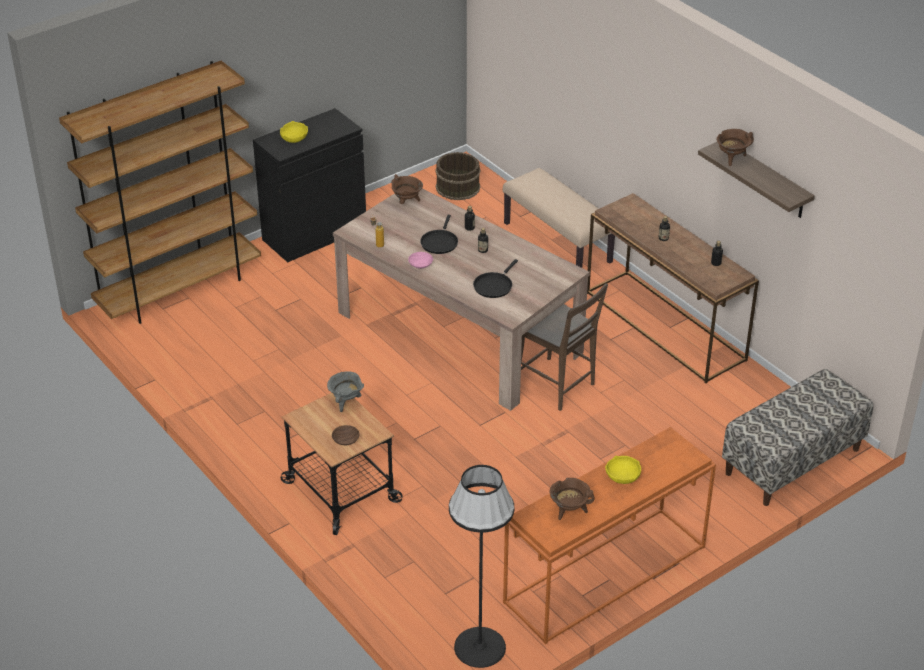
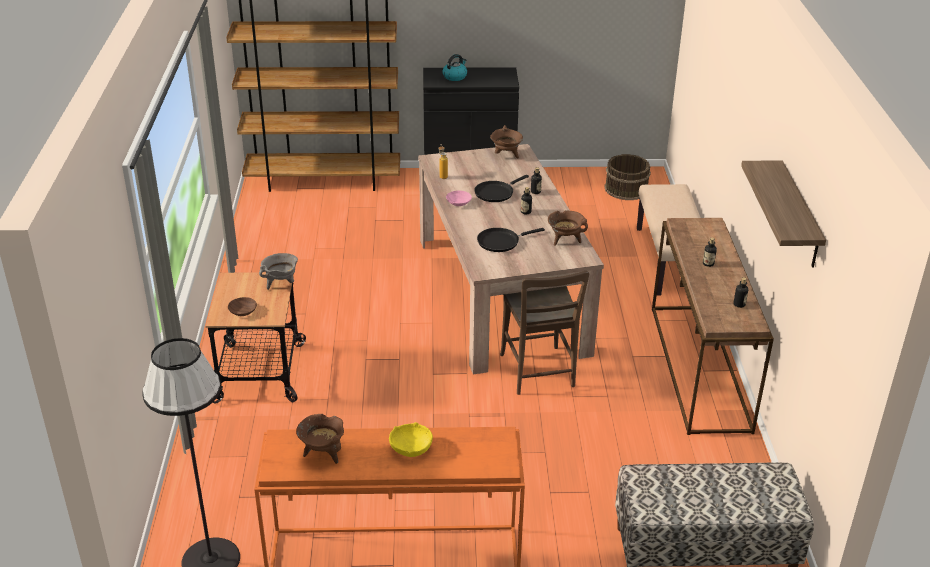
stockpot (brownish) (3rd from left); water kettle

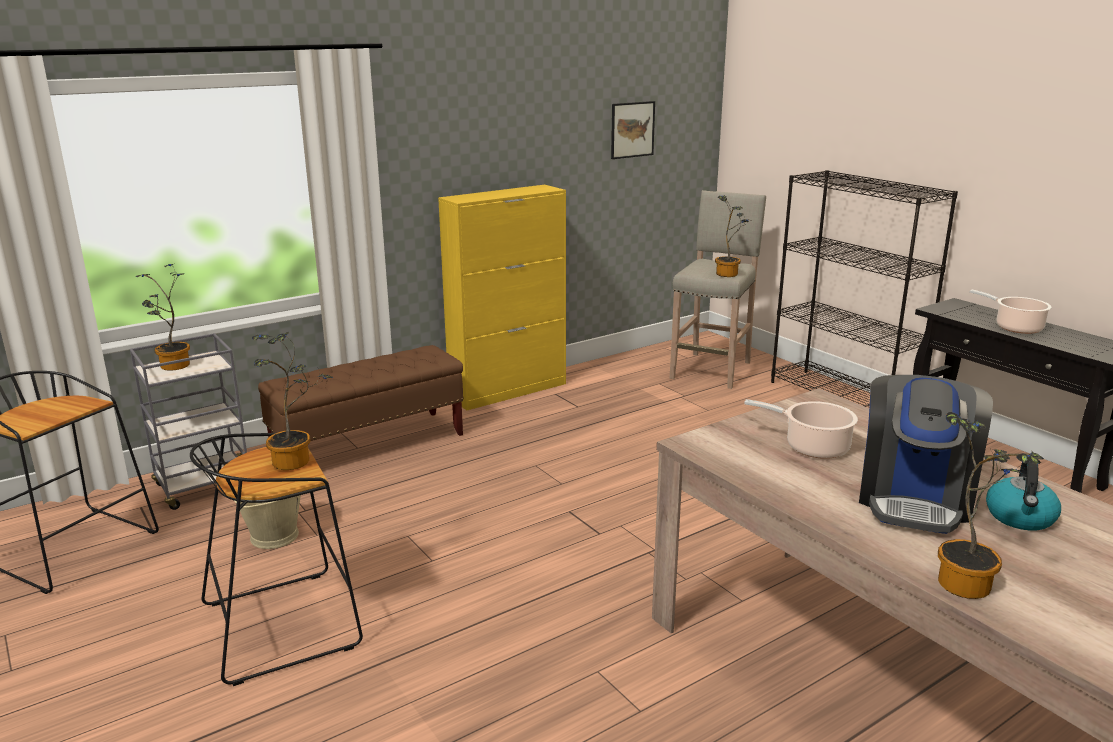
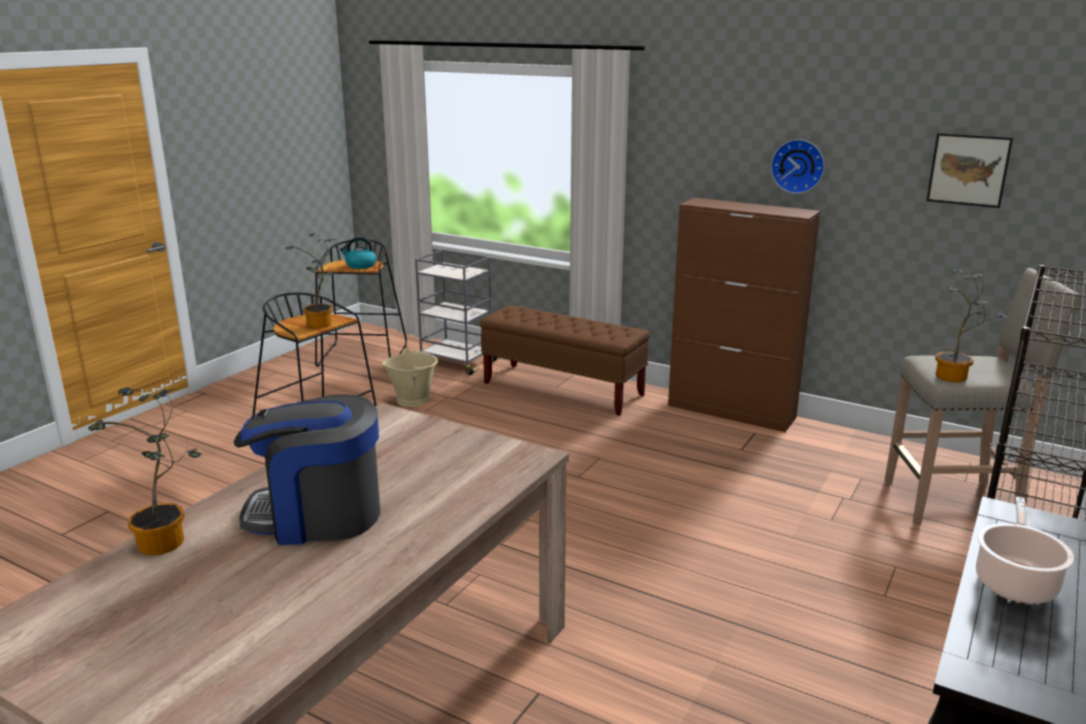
houseplant (1st from left in the first image); stockpot (1st from left in the first image); clock on the wall; water kettle; storage cabinet (brownish)

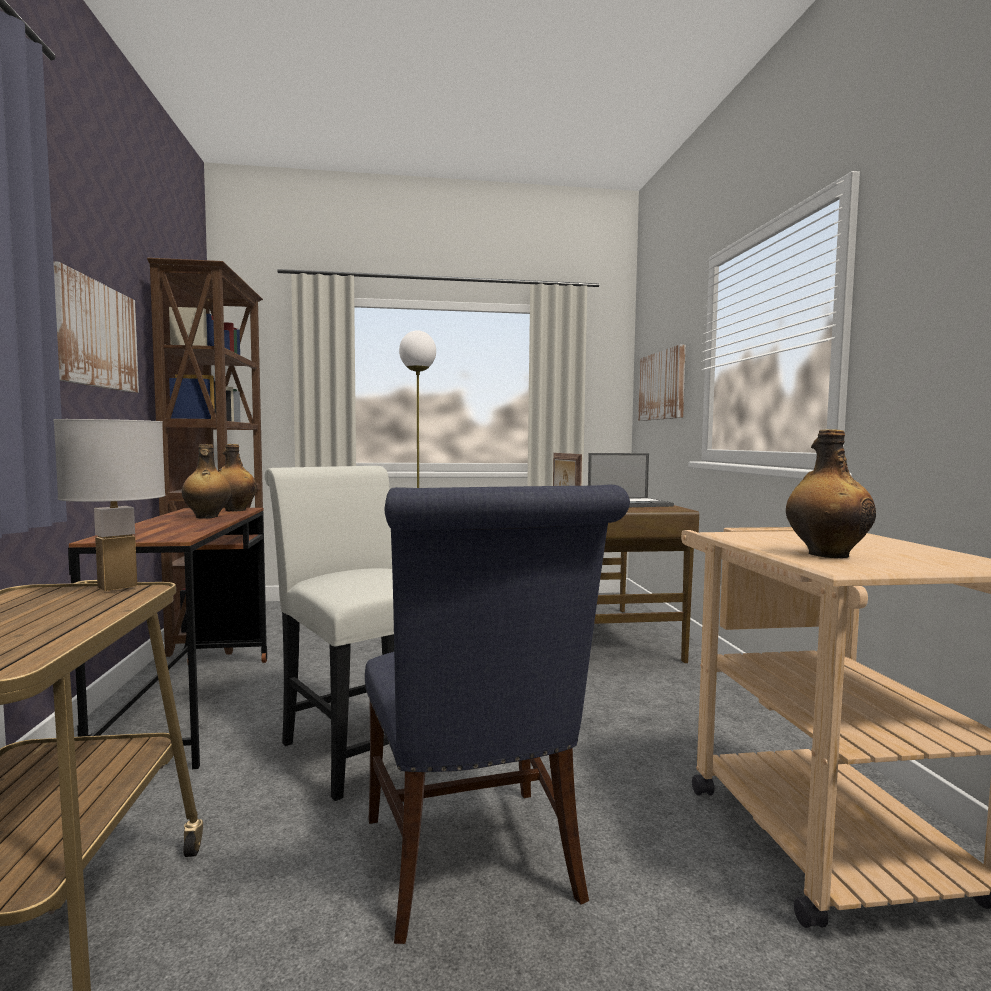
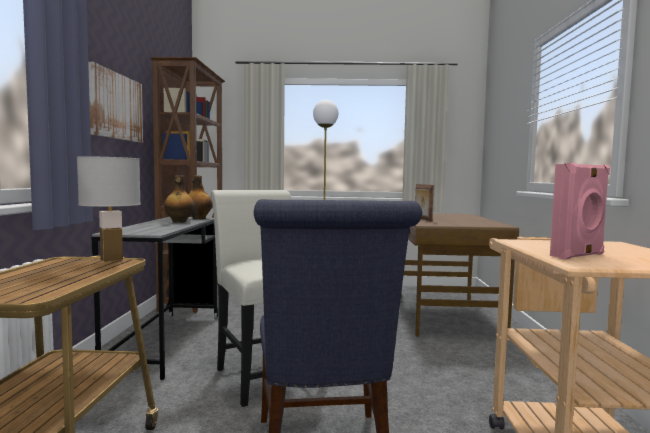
notebook computer; picture (2nd from left in the first image); speaker (pink-coloured); desk table (greyish)

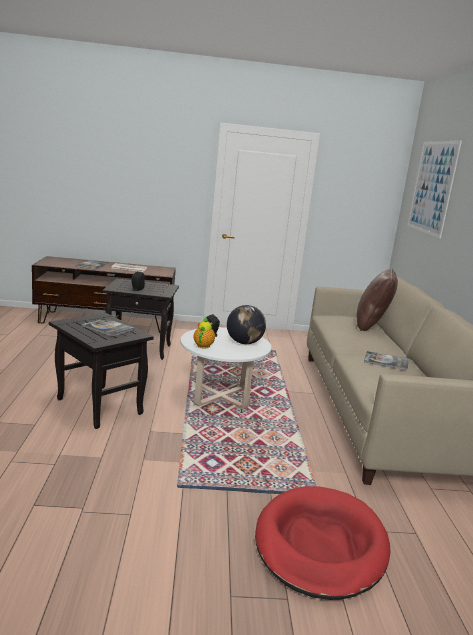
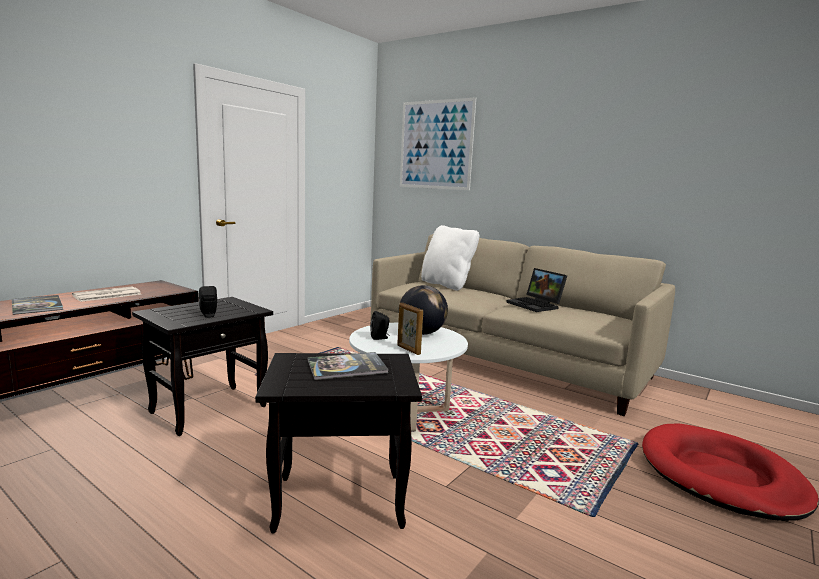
standing frame; notebook computer; cushion (white-coloured)

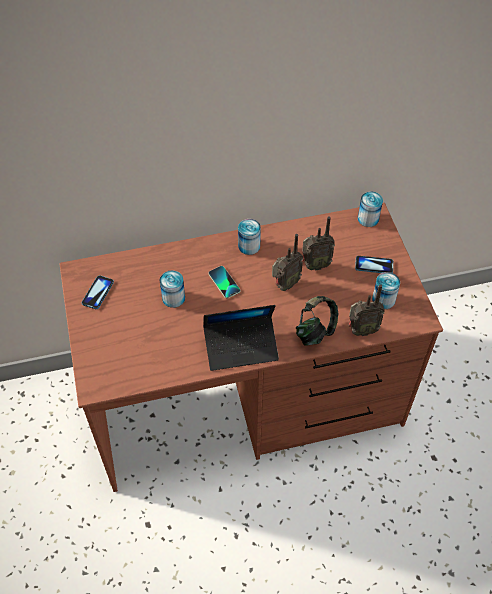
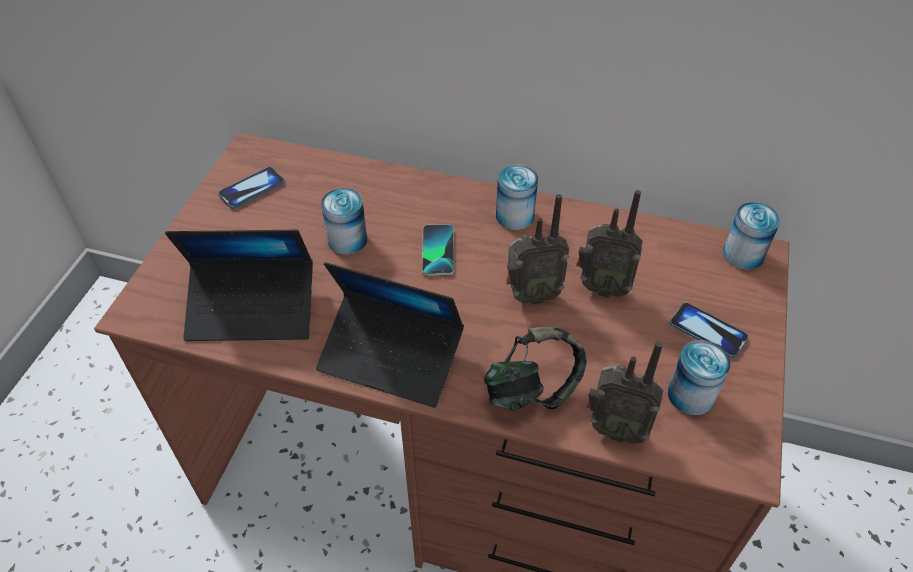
notebook computer (1st from left)

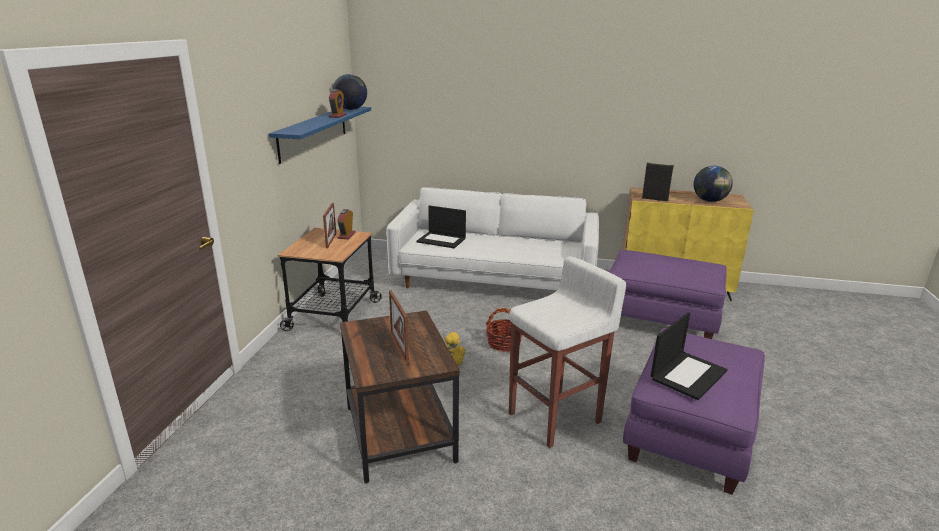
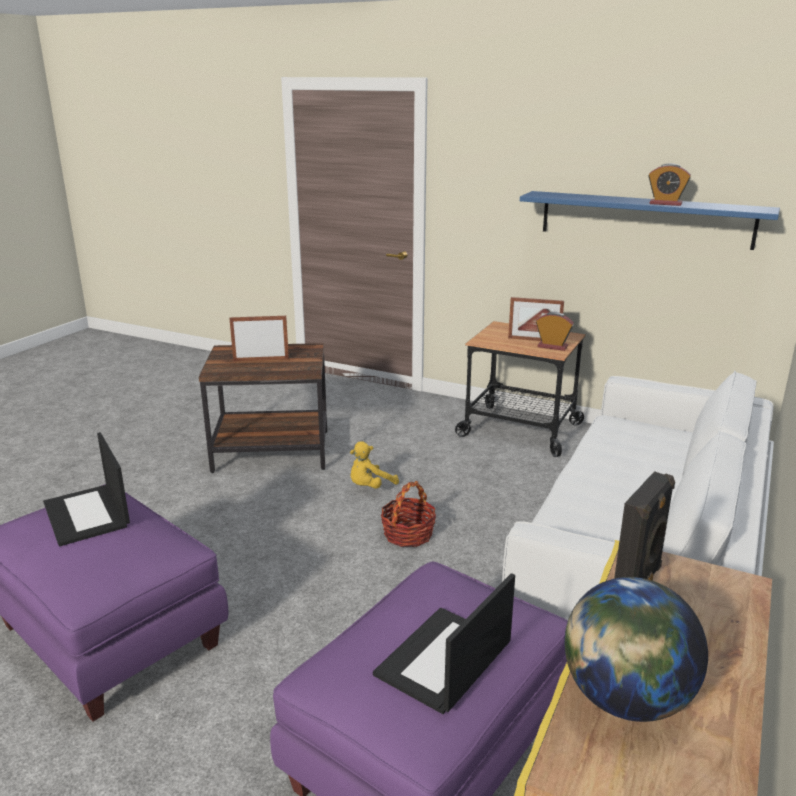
desk globe (1st from left in the first image); stool seat (white-coloured); notebook computer (2nd from left)

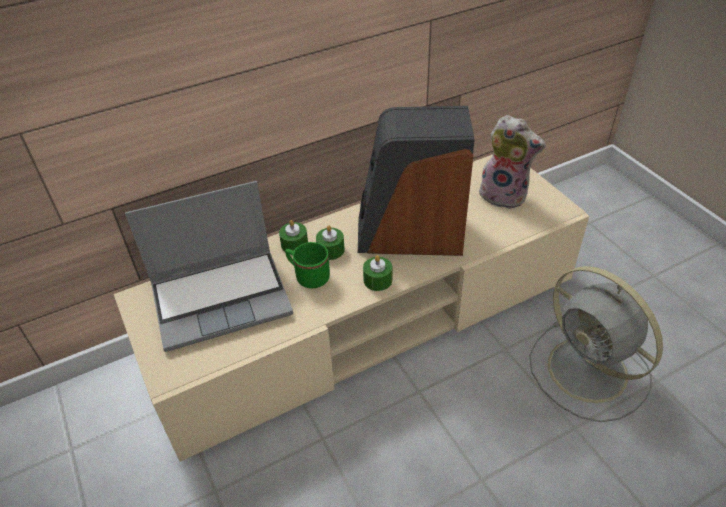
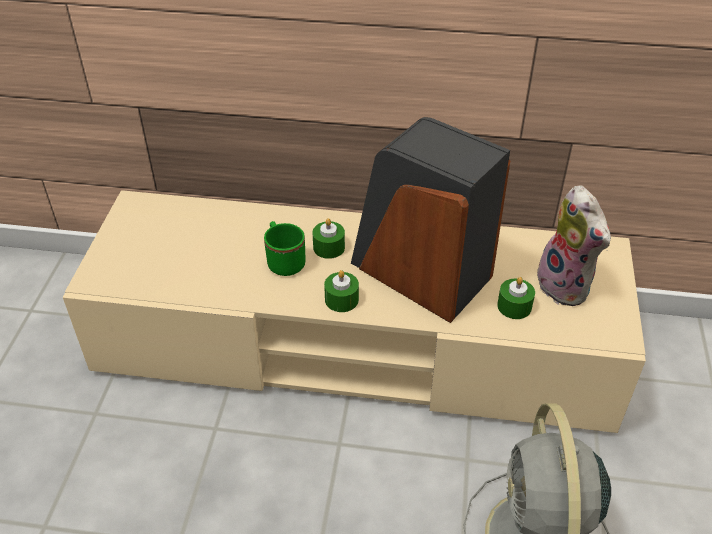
notebook computer; wax candle (green) (3rd from left)

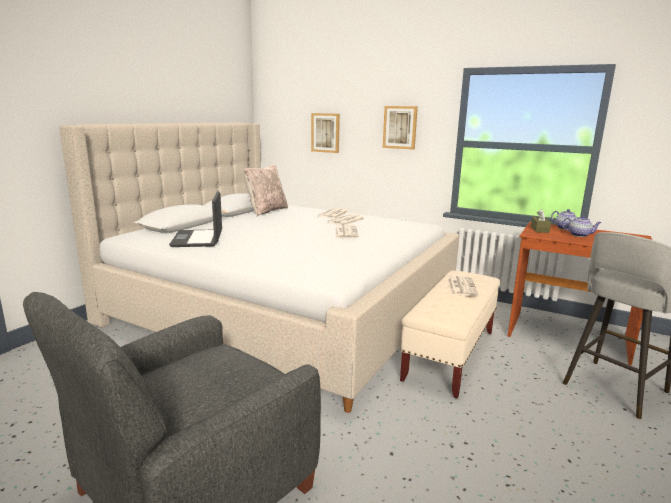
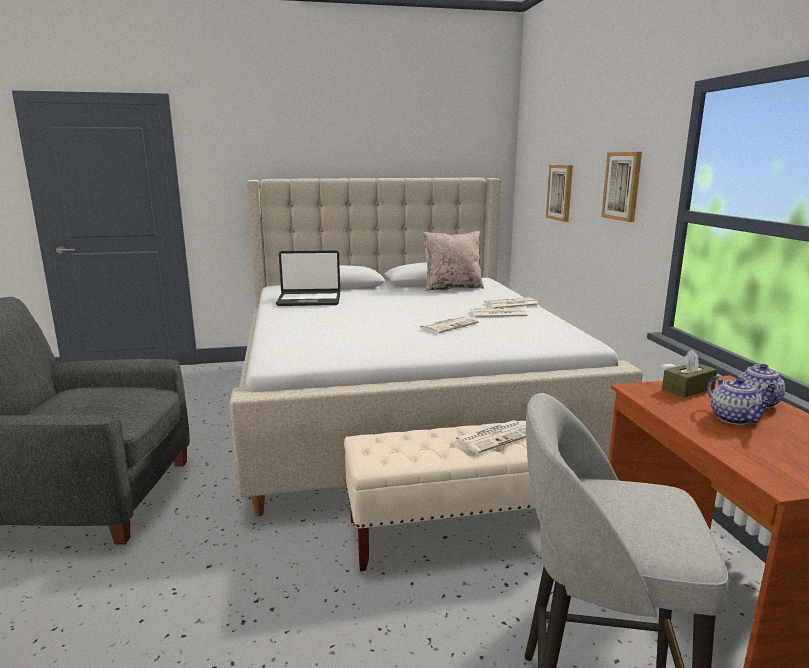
notebook computer

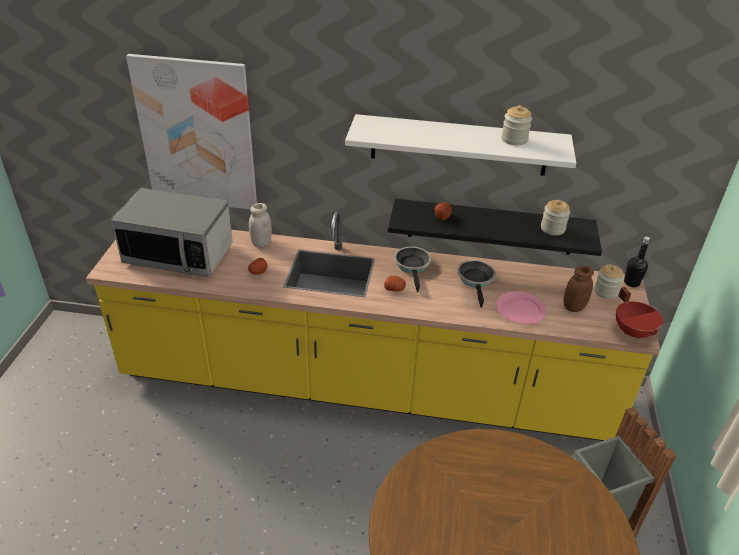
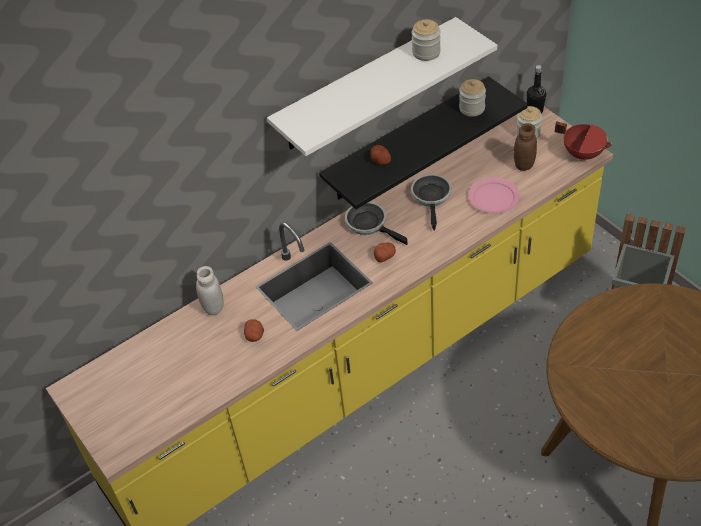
microwave oven; picture; frying pan (2nd from left)

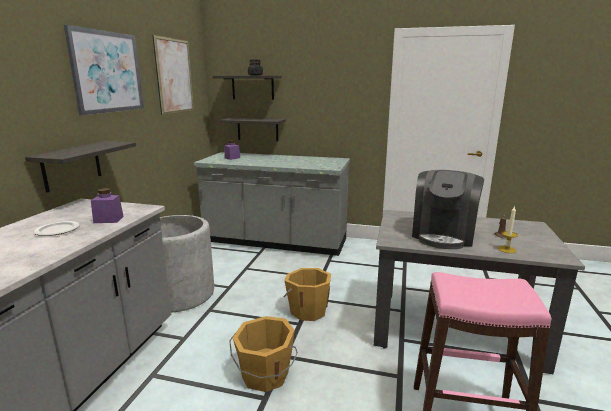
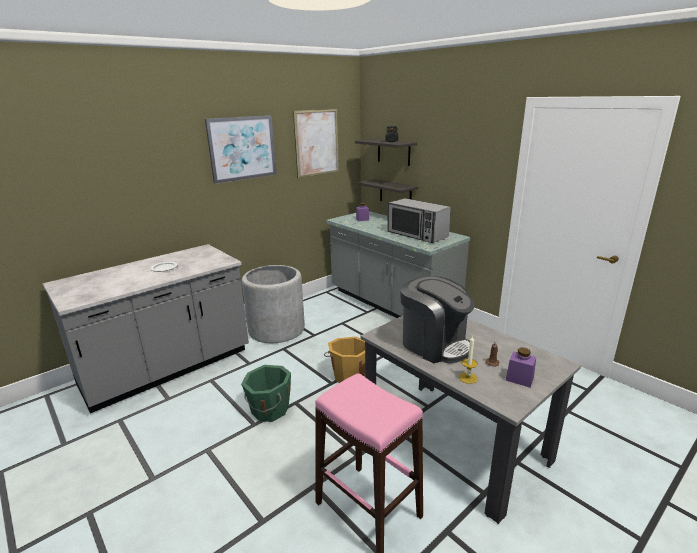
bracket shelf (1st from left in the first image); microwave oven; storage jar (purplish) (2nd from left); water bucket (green); coffee brewer

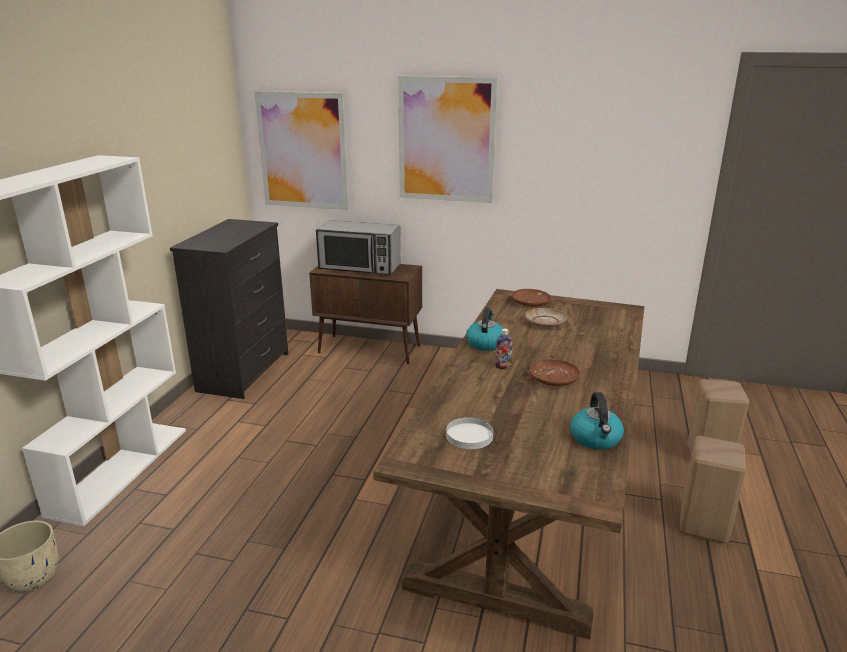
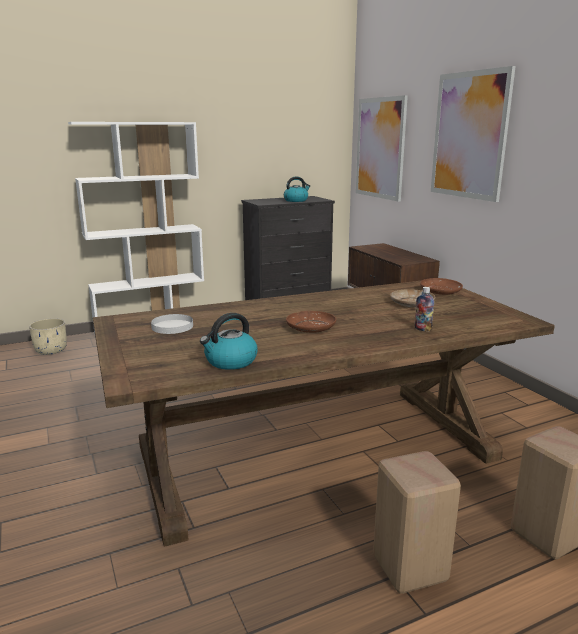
microwave oven; water kettle (2nd from left); beverage bottle

